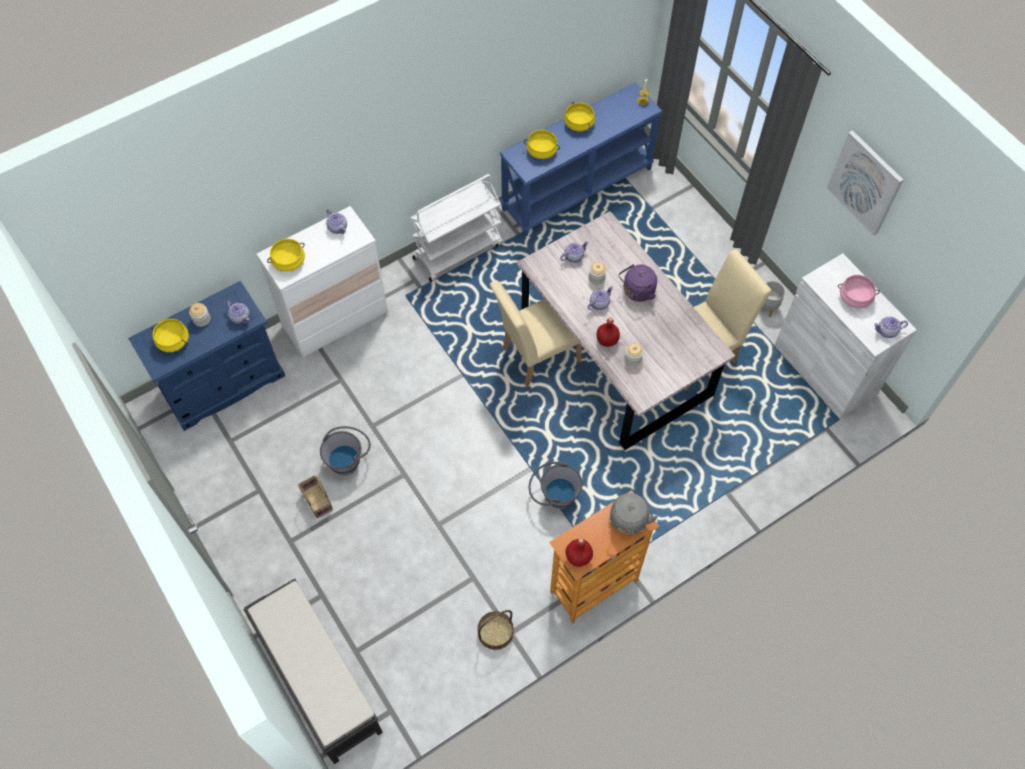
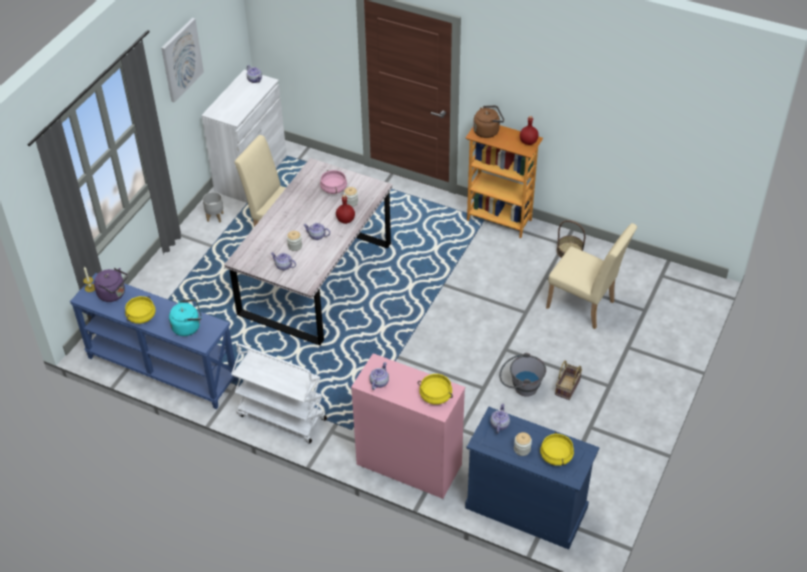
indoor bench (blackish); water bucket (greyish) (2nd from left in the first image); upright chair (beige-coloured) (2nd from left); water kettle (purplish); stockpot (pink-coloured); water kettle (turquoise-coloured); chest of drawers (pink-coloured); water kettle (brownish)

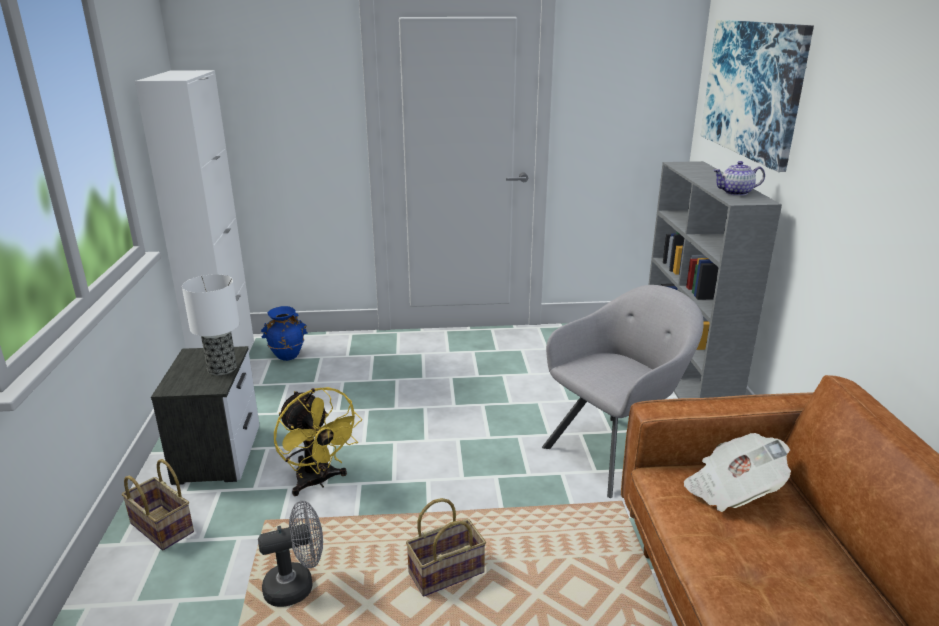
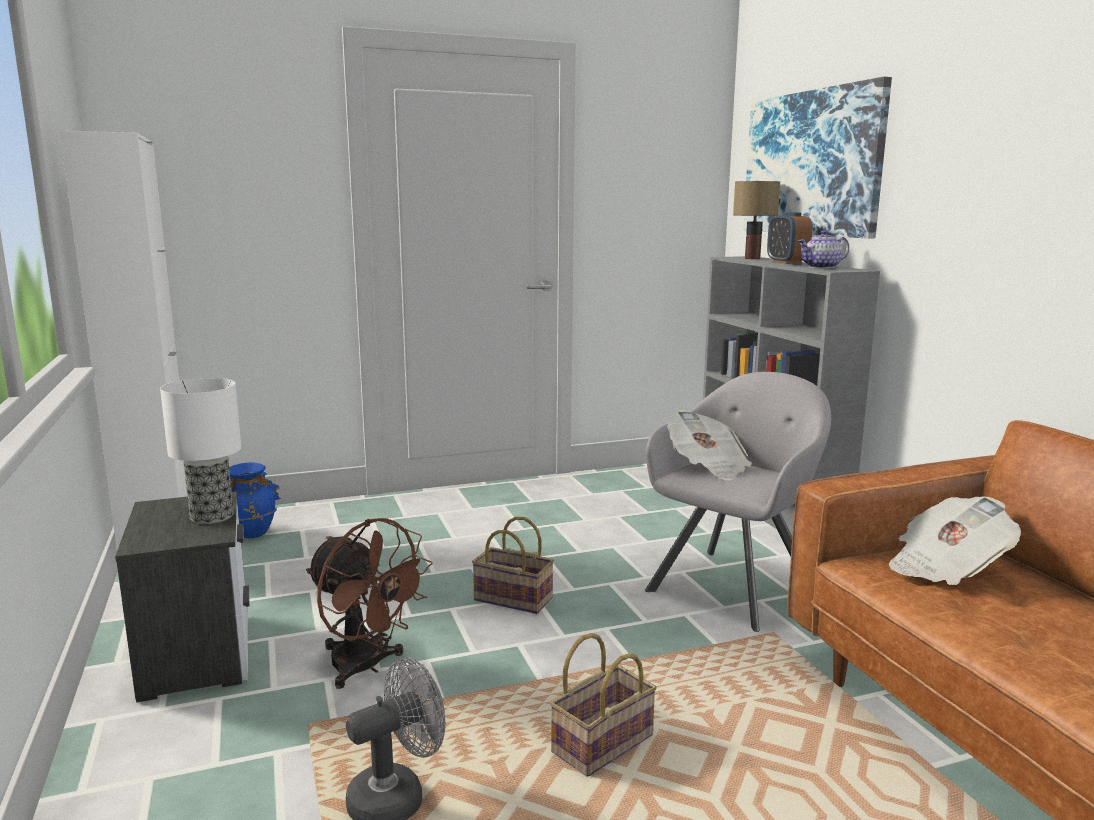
newspaper (1st from left); lamp for a table (2nd from left); table clock; storage basket (1st from left); fan (brownish)

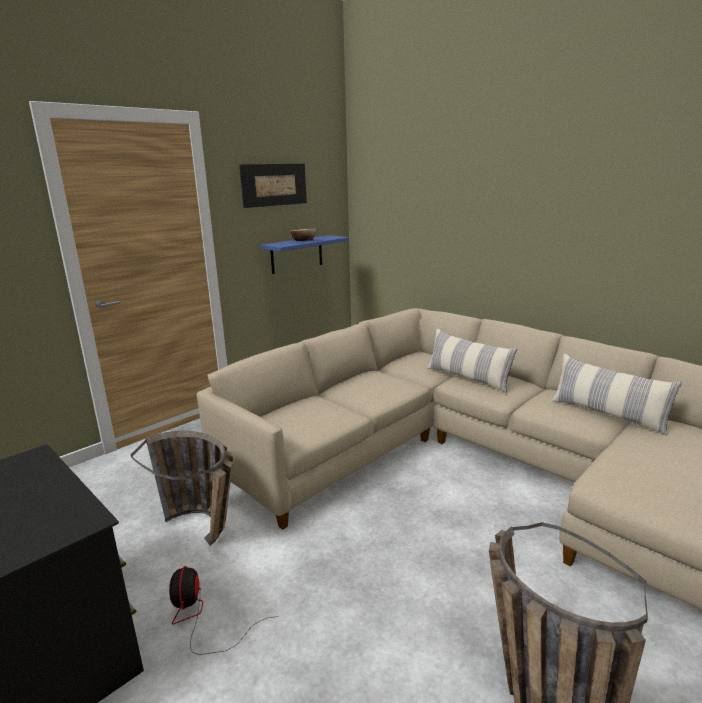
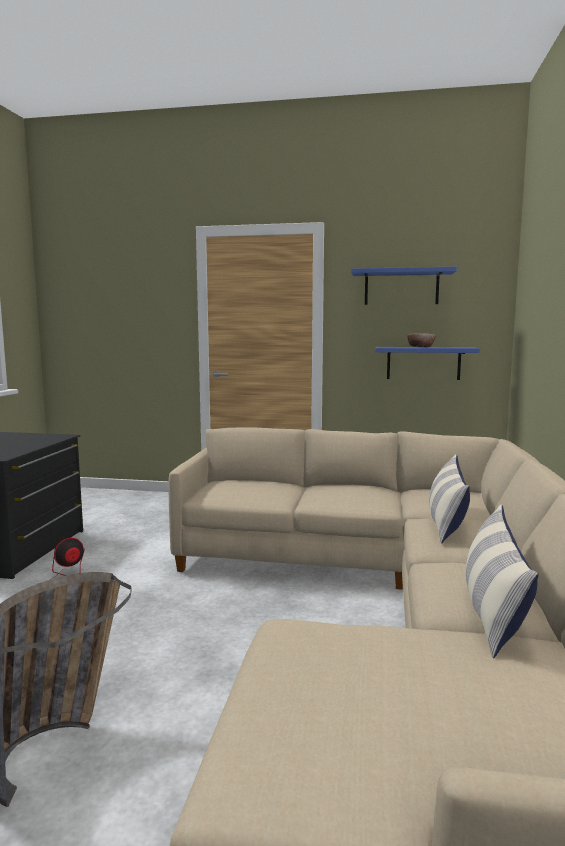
storage basket (1st from left in the first image); bracket shelf (bluish) (1st from left)

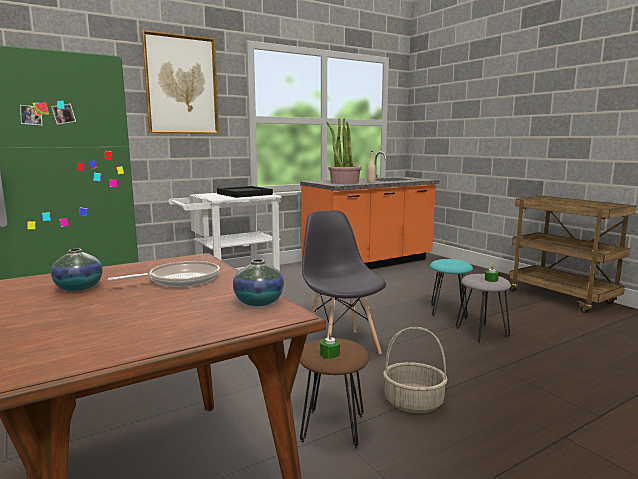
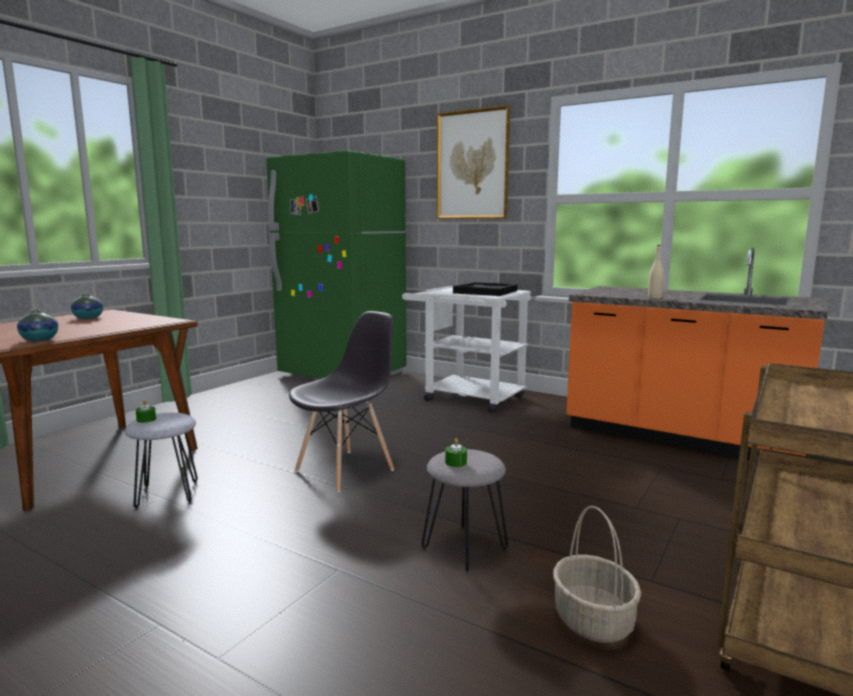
frying pan; houseplant; stool seat (turquoise-coloured); storage basket; stool seat (greyish) (1st from left)

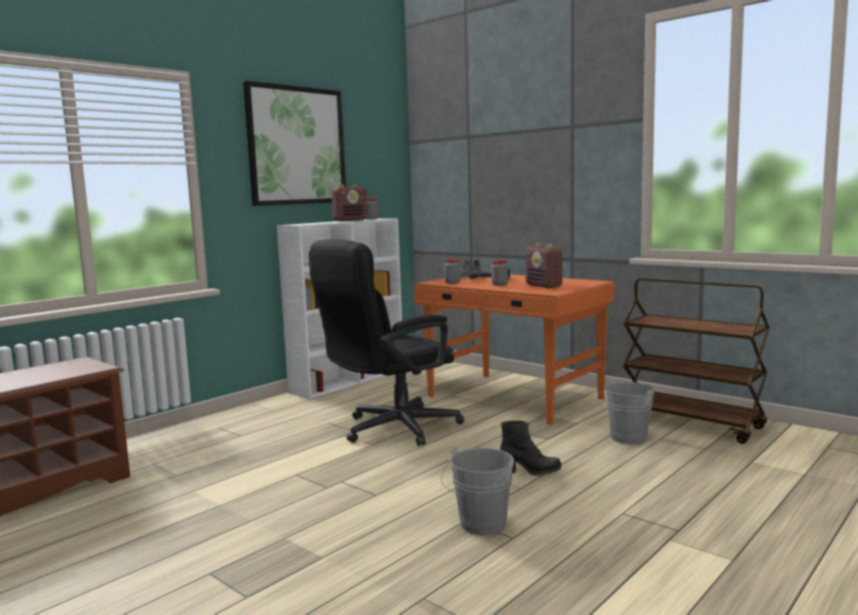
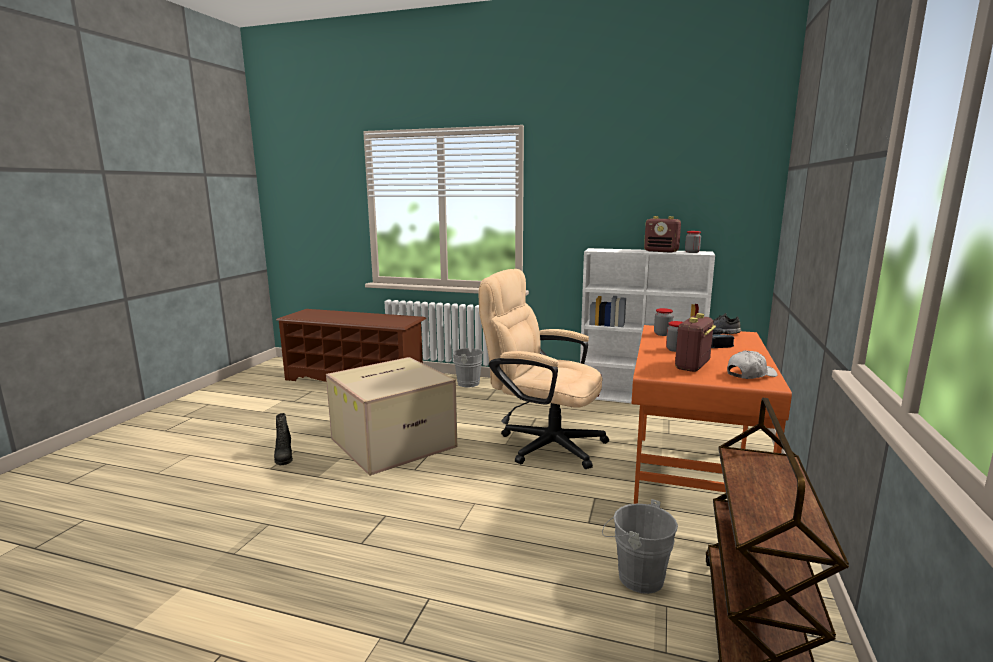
picture; carton; cap (white-coloured); water bucket (greyish) (1st from left); high-top boot (blackish); computer chair (beige-coloured)

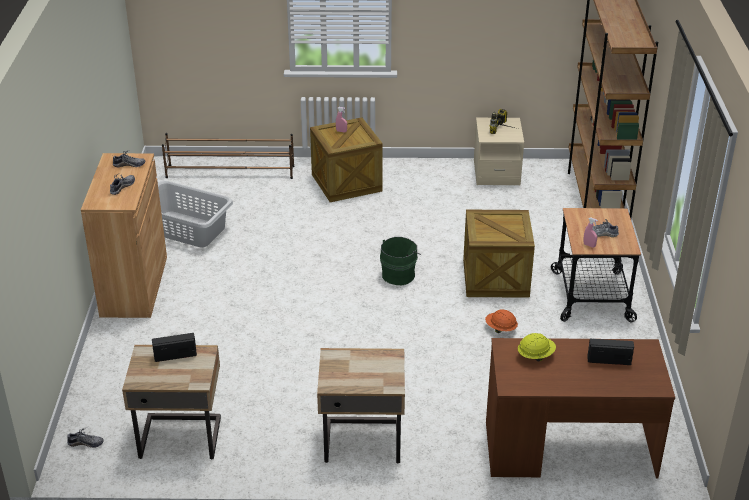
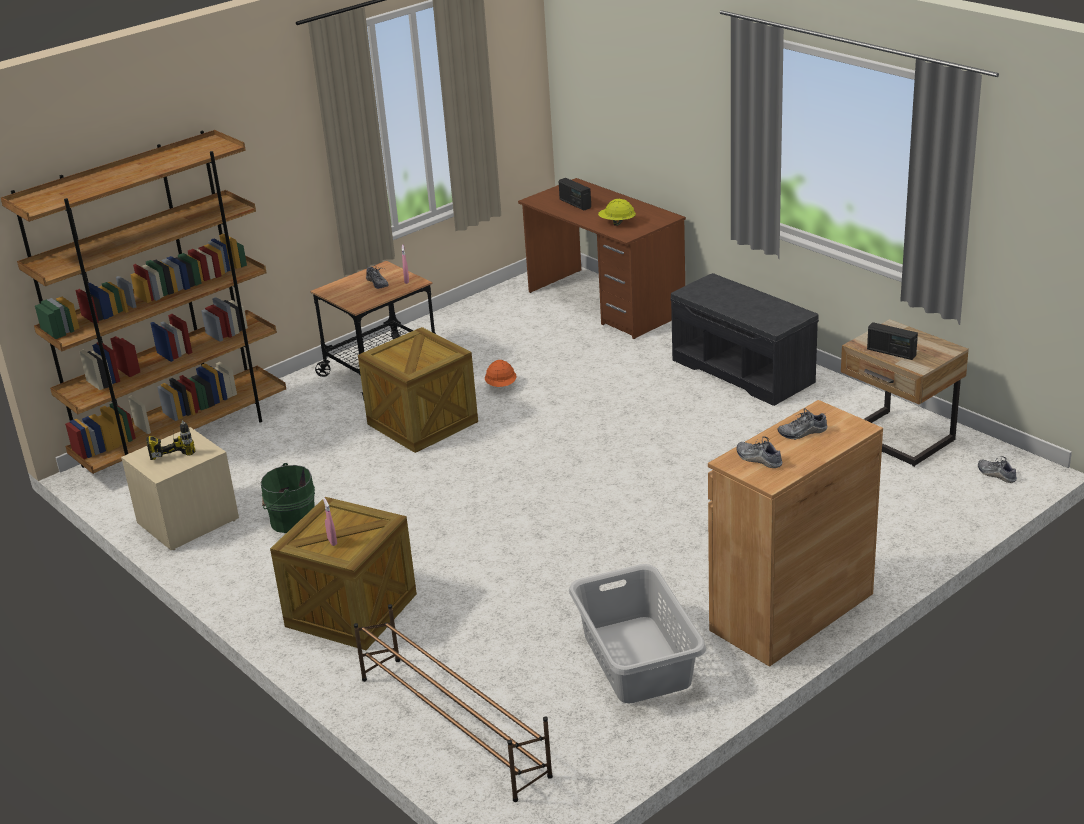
water bucket (green); indoor bench (greyish)

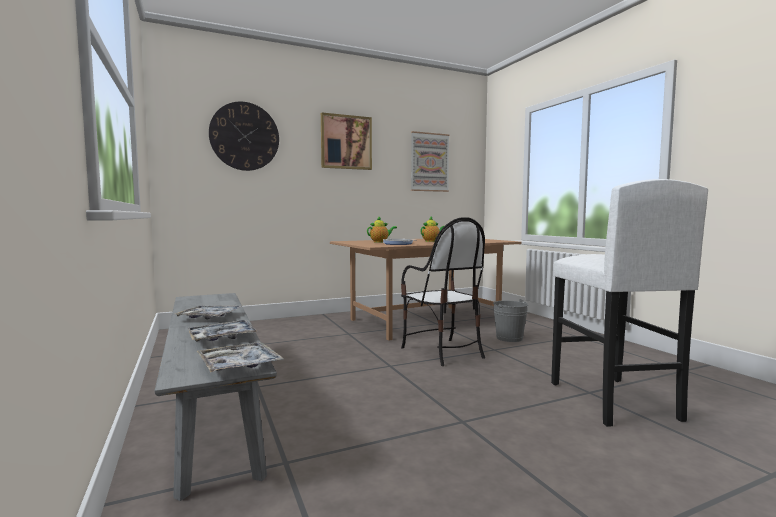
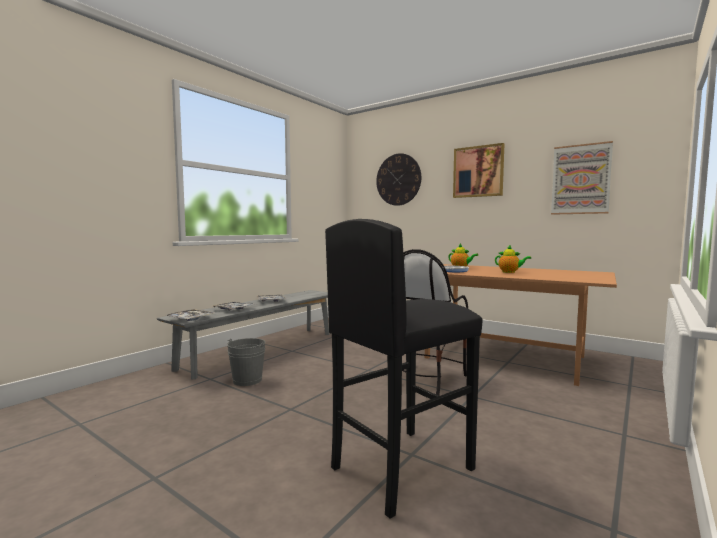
water bucket (greyish); stool seat (blackish)

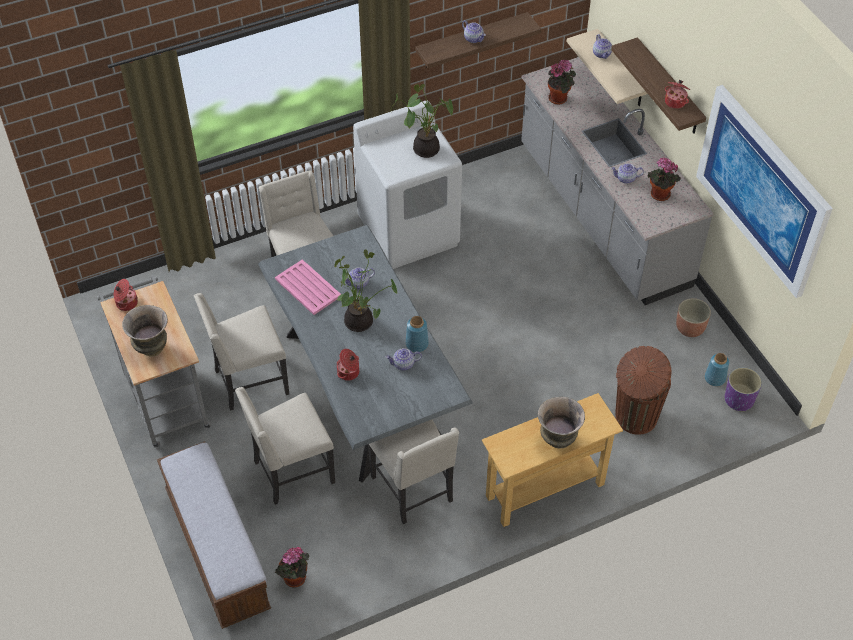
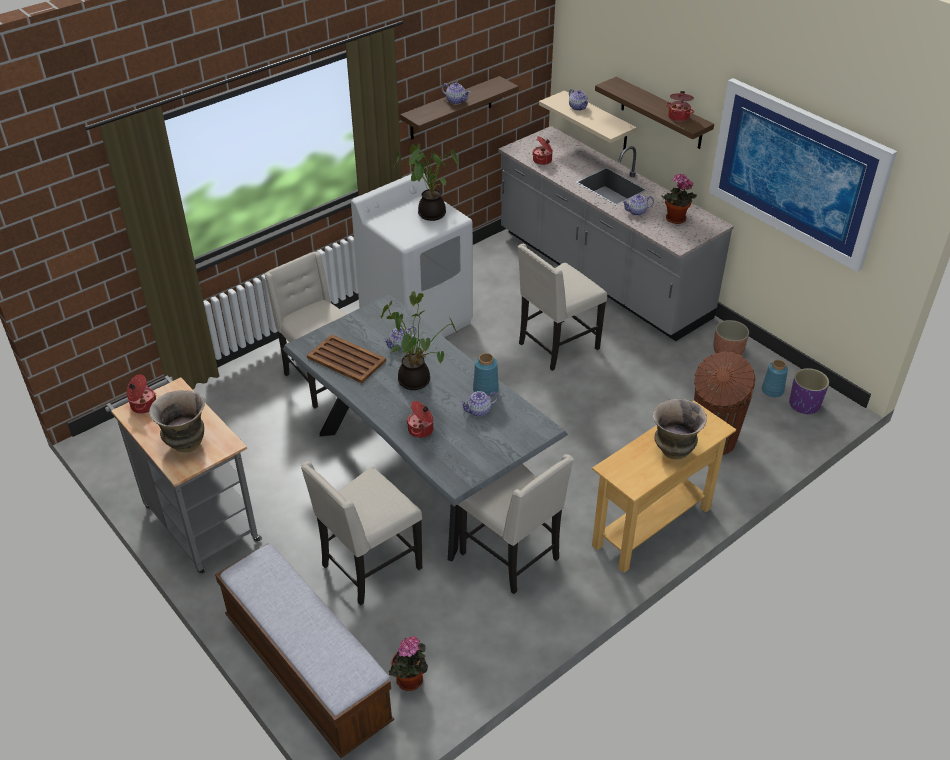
upright chair (beige-coloured) (4th from left); stockpot (3rd from left); serving tray (brownish)

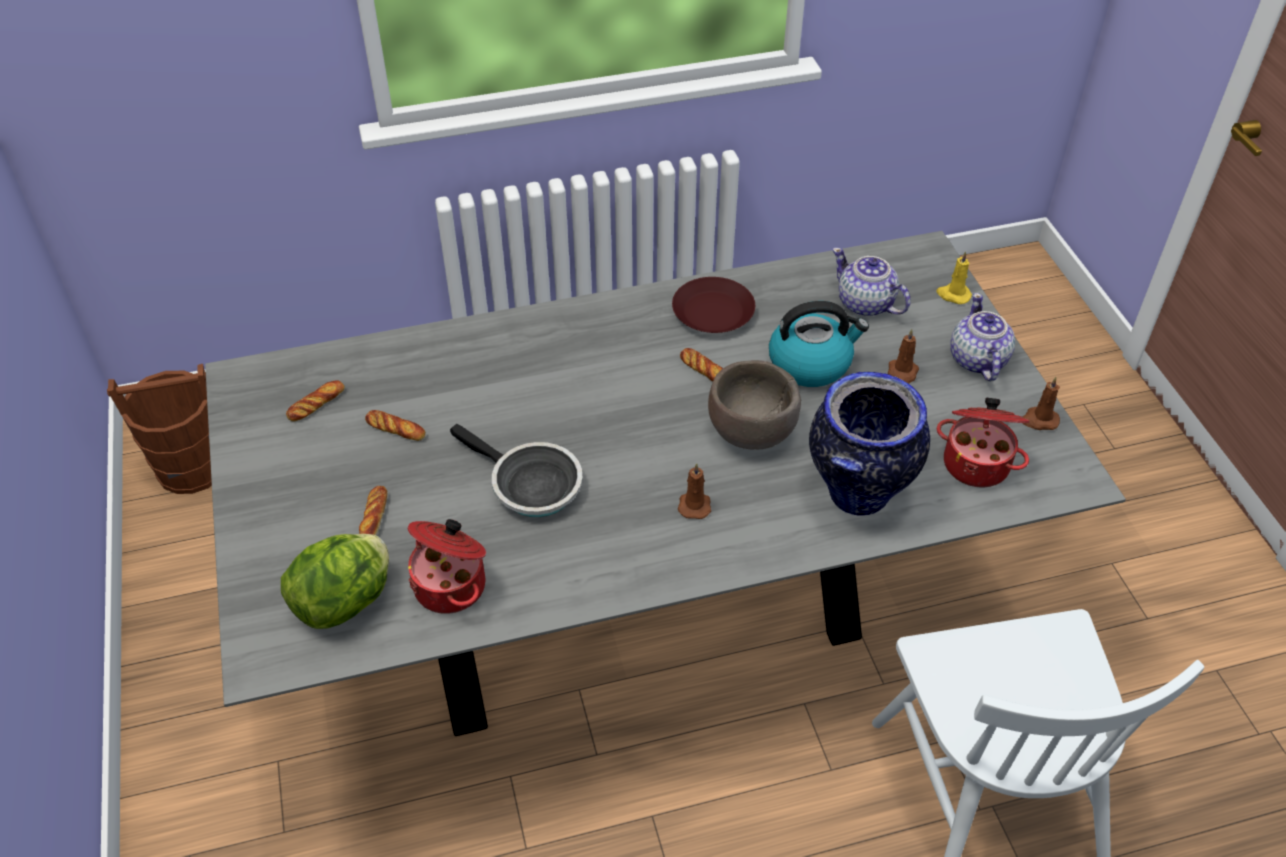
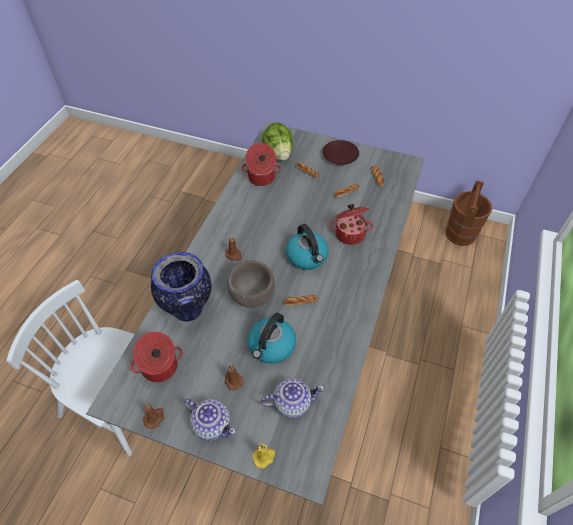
frying pan; water kettle (2nd from left); stockpot (3rd from left); plate (brownish)

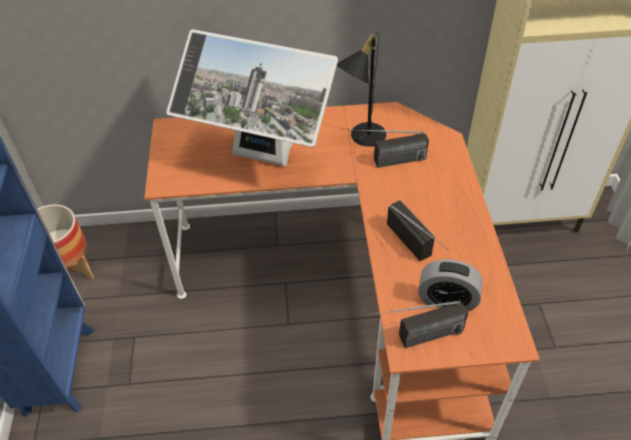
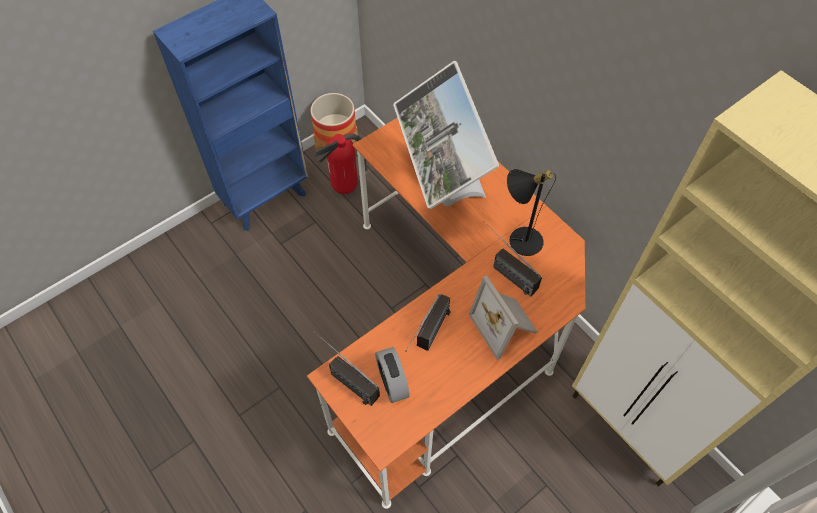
extinguisher; standing frame

